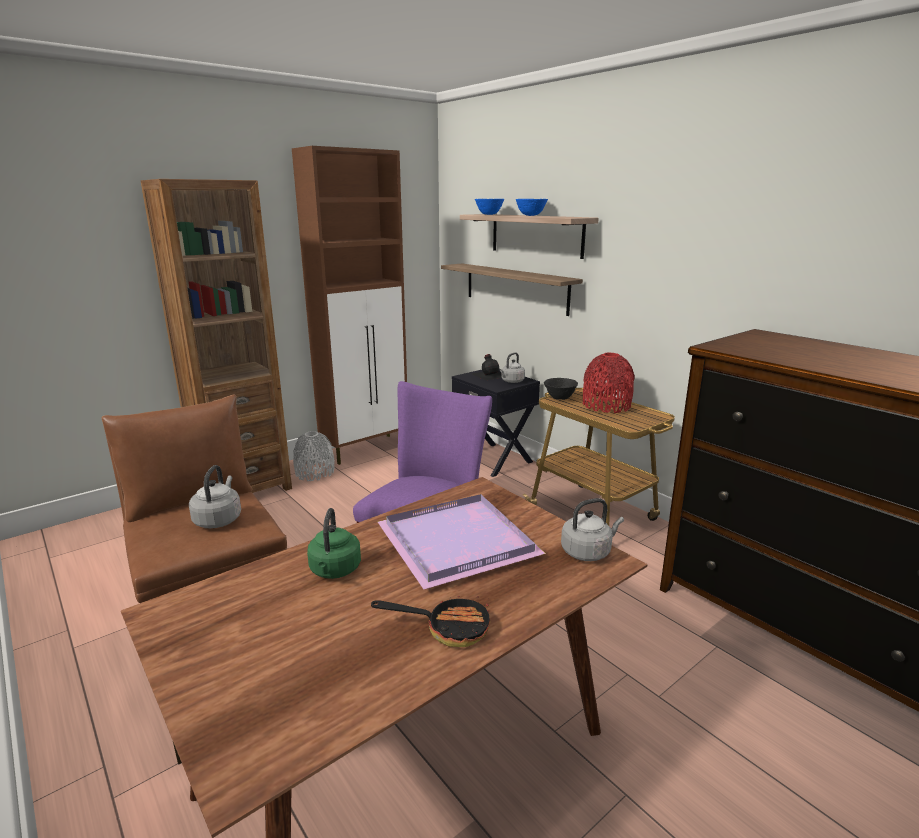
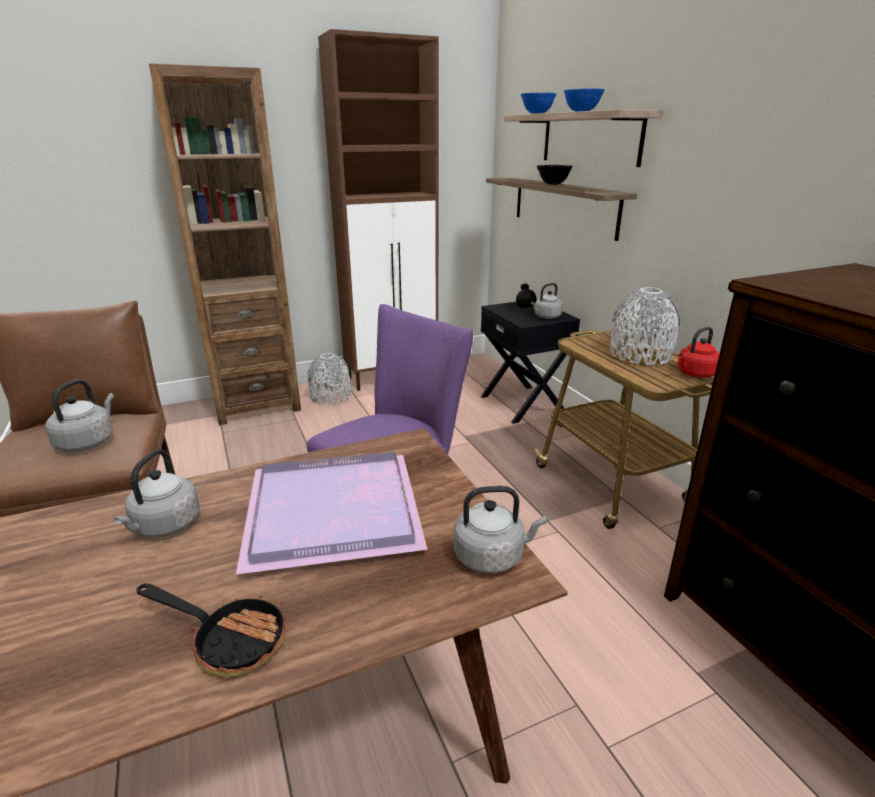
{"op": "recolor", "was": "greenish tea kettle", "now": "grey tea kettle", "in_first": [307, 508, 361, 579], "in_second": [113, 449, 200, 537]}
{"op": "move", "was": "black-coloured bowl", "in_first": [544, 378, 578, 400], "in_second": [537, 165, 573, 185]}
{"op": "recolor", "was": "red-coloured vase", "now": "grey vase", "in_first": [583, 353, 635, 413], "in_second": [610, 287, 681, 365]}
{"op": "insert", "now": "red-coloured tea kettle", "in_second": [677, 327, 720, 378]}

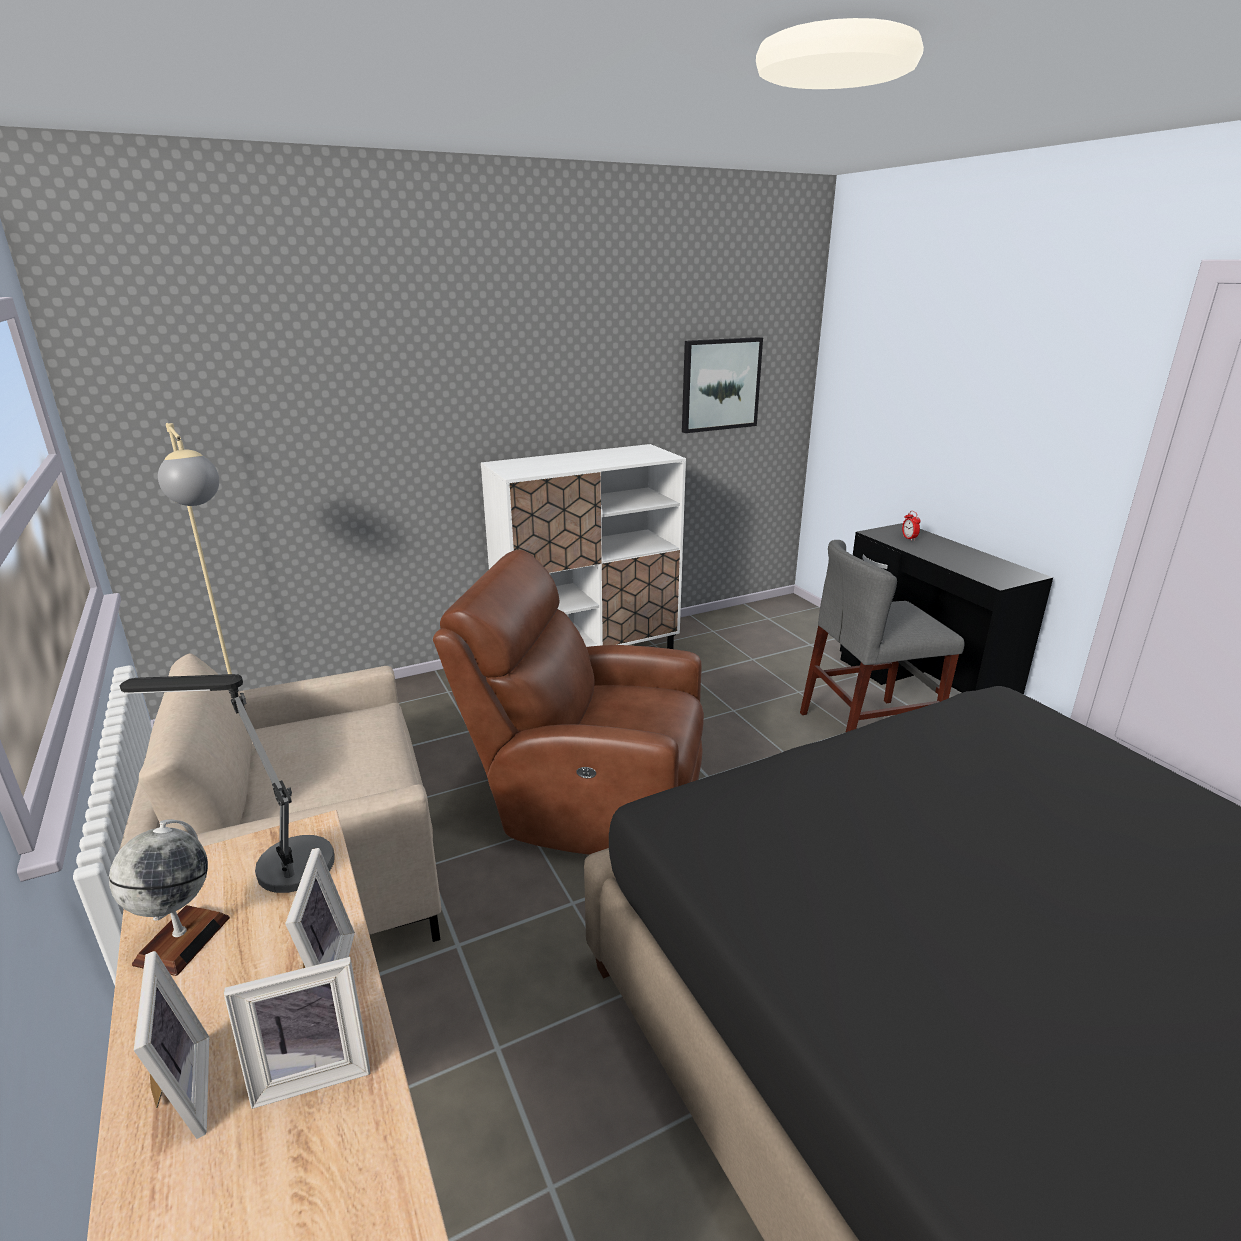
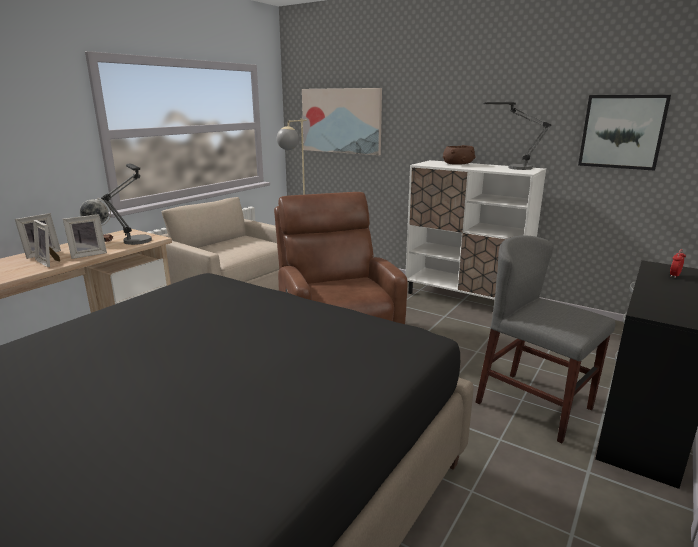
{"op": "insert", "now": "wall picture", "in_second": [302, 88, 382, 155]}
{"op": "insert", "now": "brown-coloured bowl", "in_second": [443, 145, 475, 165]}
{"op": "insert", "now": "lamp for a table", "in_second": [483, 102, 551, 170]}

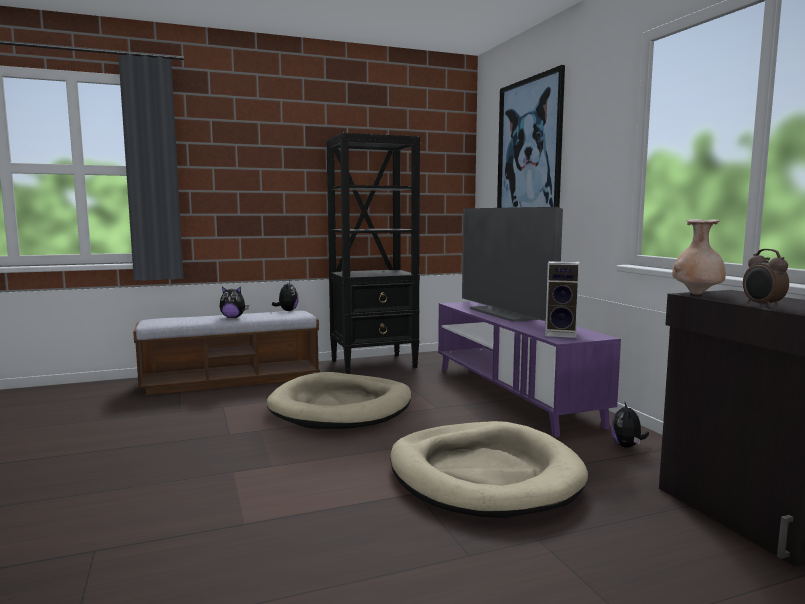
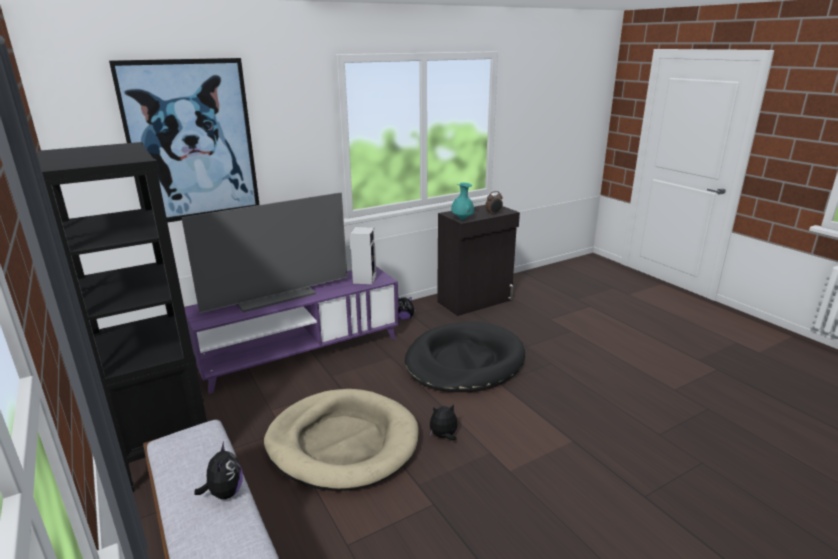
{"op": "move", "was": "cuddly toy", "in_first": [272, 281, 299, 311], "in_second": [430, 404, 458, 440]}
{"op": "recolor", "was": "beige dog cushion", "now": "black-coloured dog cushion", "in_first": [390, 421, 588, 518], "in_second": [405, 322, 525, 392]}
{"op": "recolor", "was": "beige vase", "now": "turquoise vase", "in_first": [672, 219, 726, 295], "in_second": [451, 182, 474, 220]}

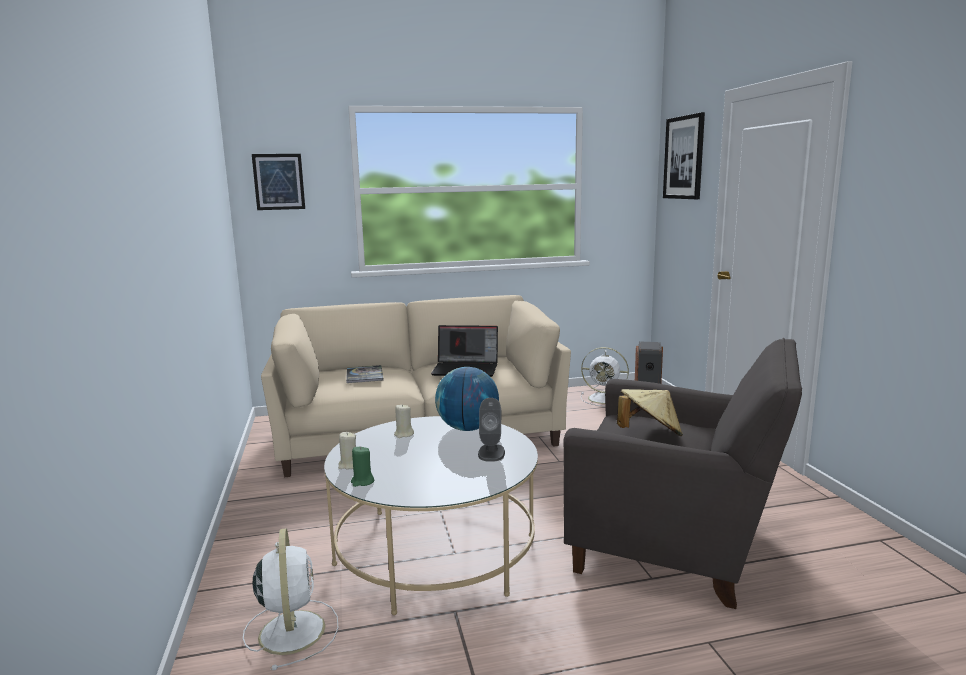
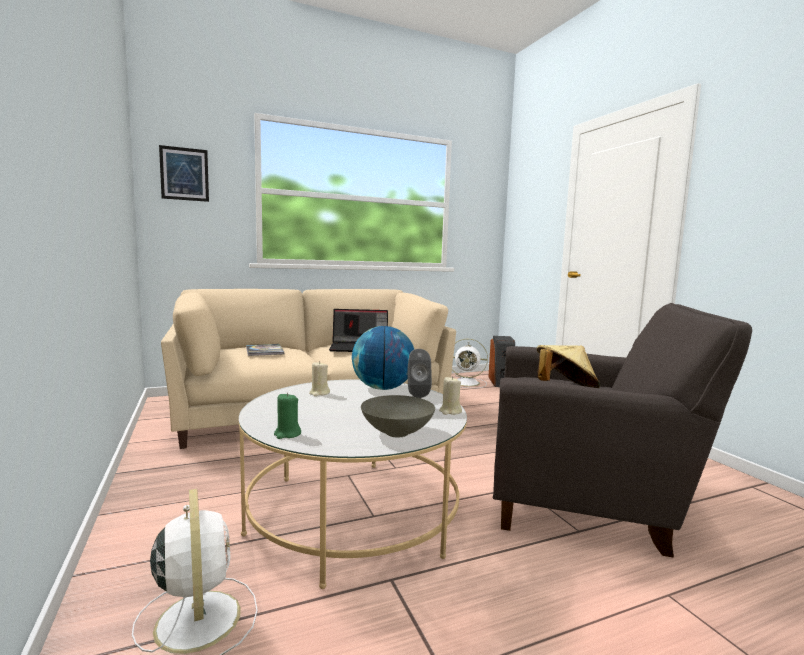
{"op": "move", "was": "beige wax light", "in_first": [338, 432, 356, 469], "in_second": [439, 376, 462, 415]}
{"op": "delete", "was": "wall picture", "in_first": [663, 112, 705, 199]}
{"op": "insert", "now": "grey bowl", "in_second": [361, 395, 435, 438]}

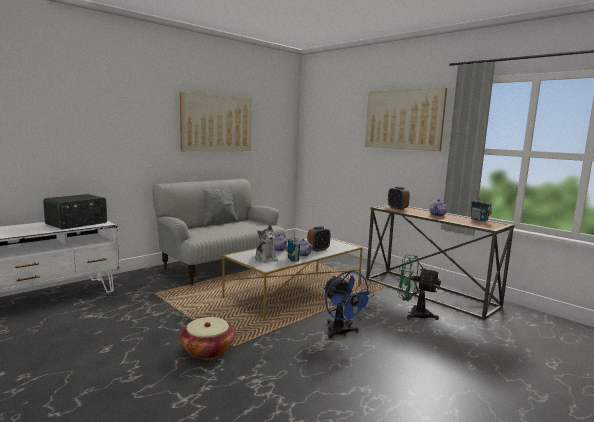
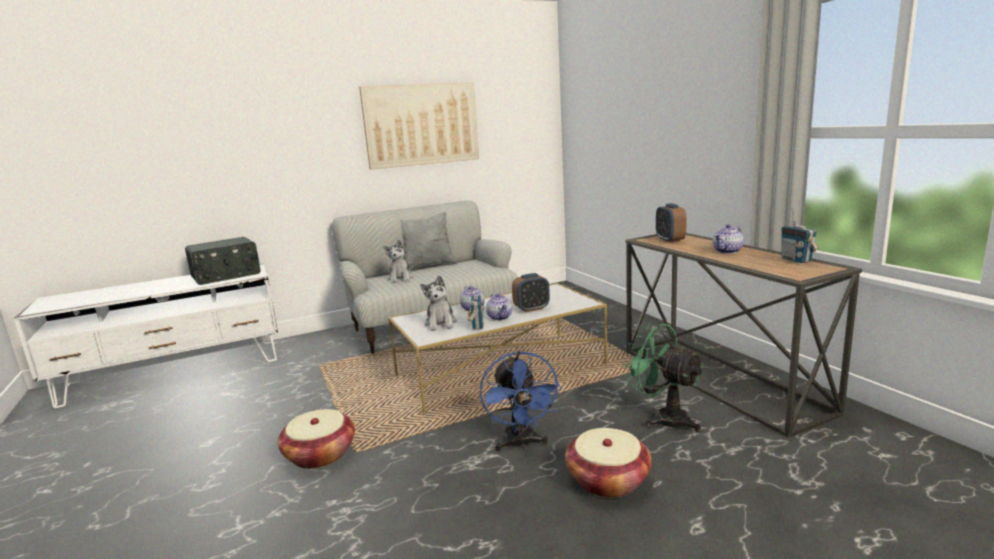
{"op": "delete", "was": "wall picture", "in_first": [365, 88, 447, 151]}
{"op": "insert", "now": "cuddly toy", "in_second": [384, 240, 414, 283]}
{"op": "insert", "now": "storage basket", "in_second": [565, 428, 652, 498]}

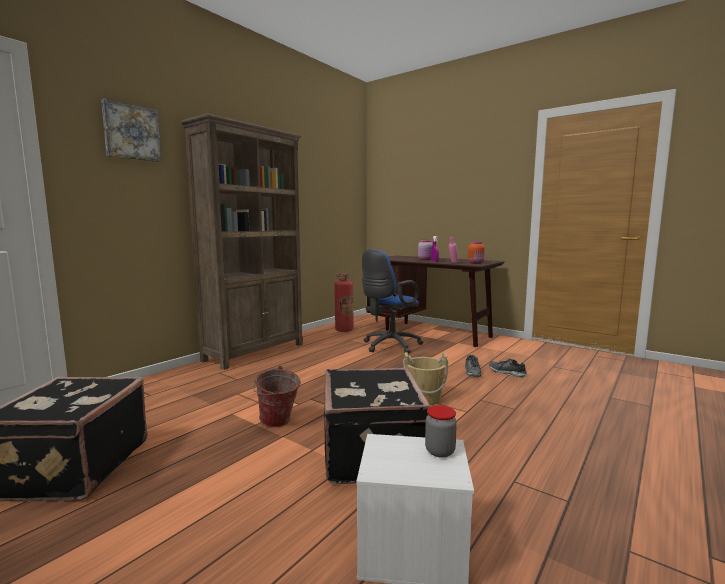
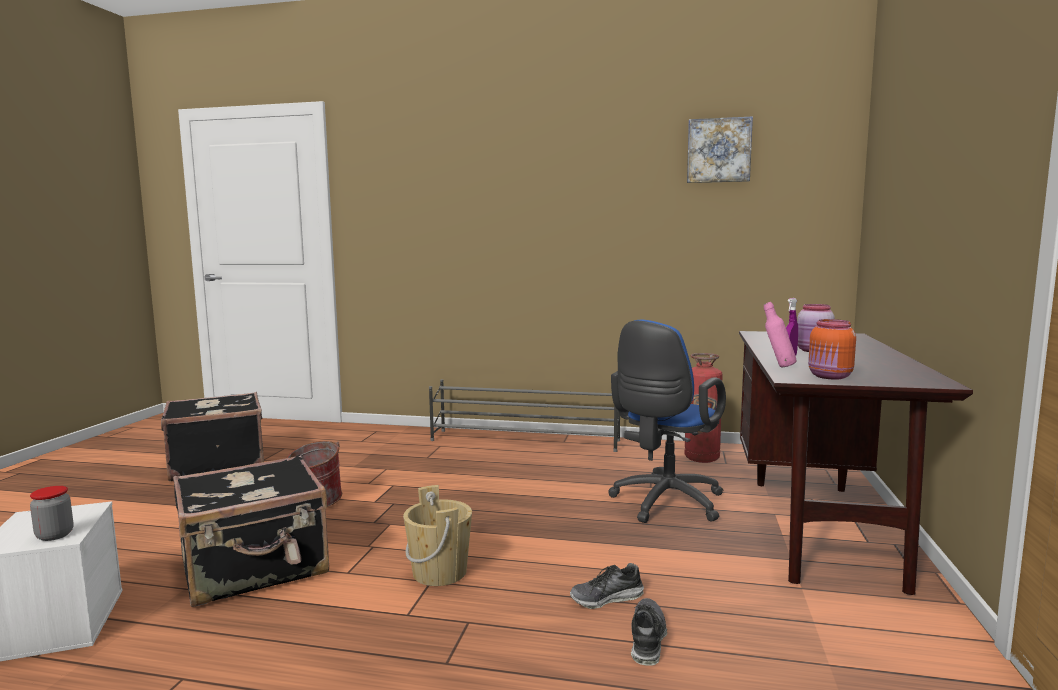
{"op": "move", "was": "wall picture", "in_first": [101, 99, 162, 162], "in_second": [687, 116, 753, 183]}
{"op": "replace", "was": "brown-coloured bookcase", "now": "grey shoe stand", "in_first": [181, 113, 303, 370], "in_second": [429, 379, 620, 452]}
{"op": "rotate", "was": "blue-coloured office chair", "in_first": [362, 249, 424, 354], "in_second": [608, 320, 726, 523], "clockwise": -75}

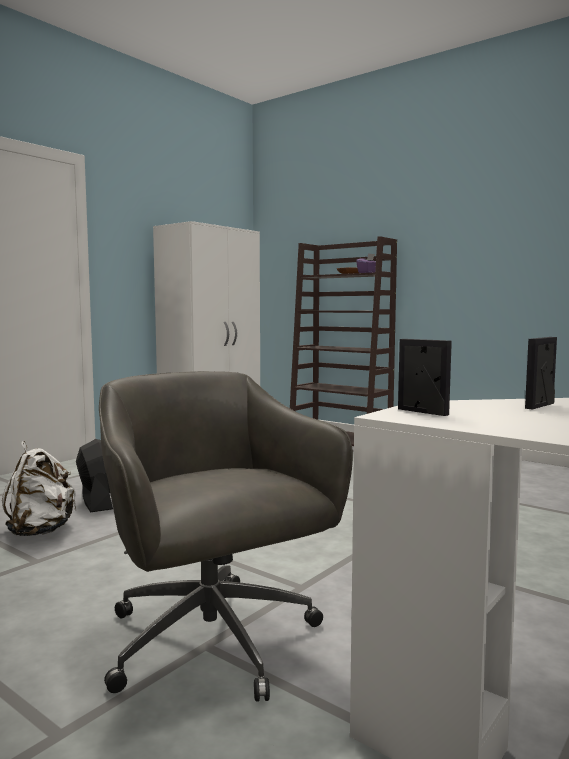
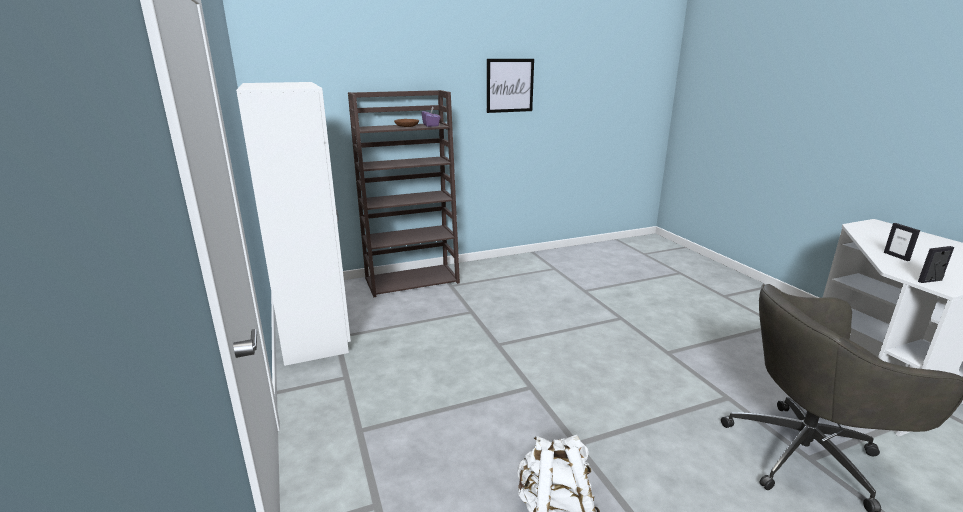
{"op": "delete", "was": "black-coloured electric fan", "in_first": [76, 439, 113, 512]}
{"op": "insert", "now": "wall picture", "in_second": [487, 59, 534, 113]}

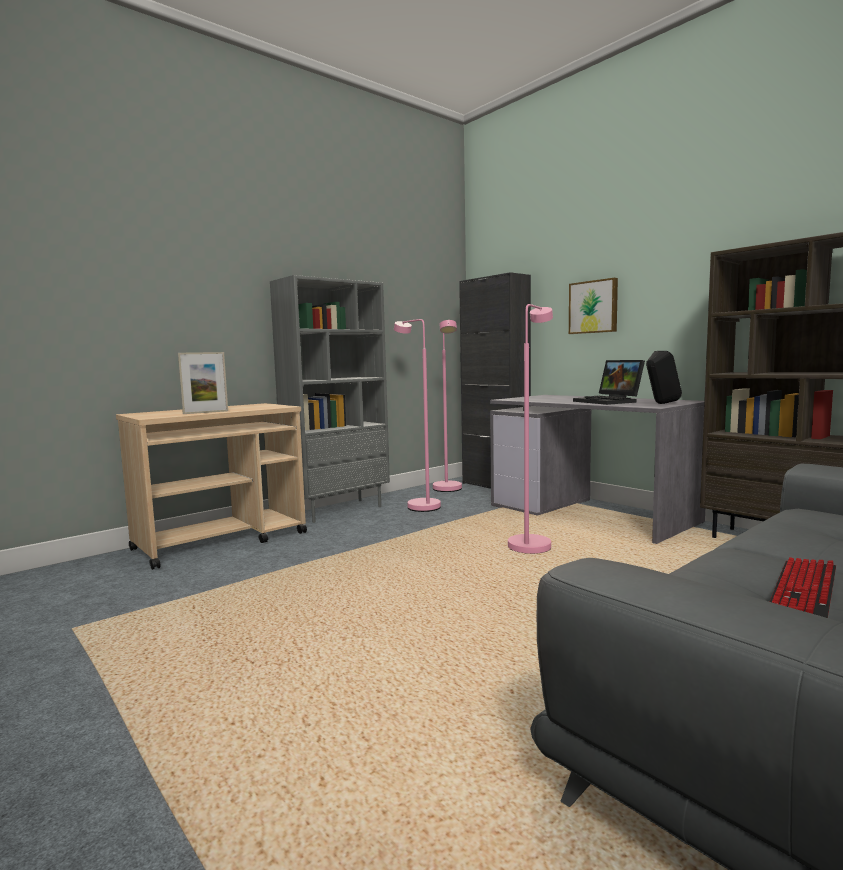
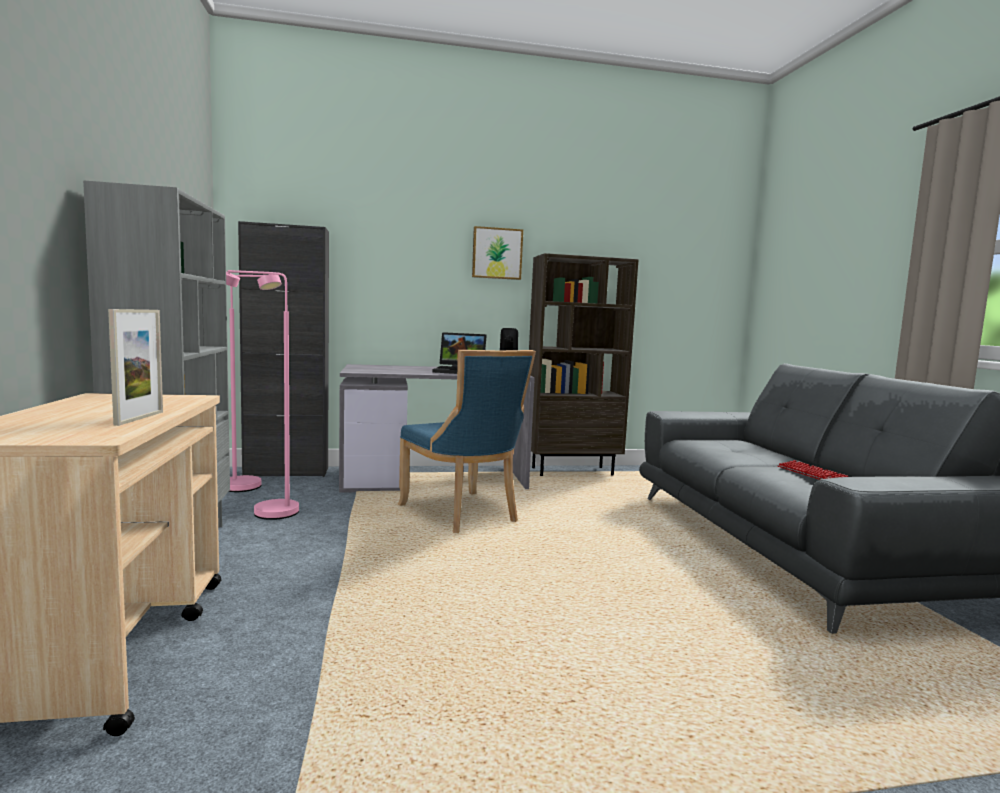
{"op": "replace", "was": "pinkish floor lamp", "now": "blue-coloured chair", "in_first": [508, 304, 553, 554], "in_second": [398, 350, 536, 533]}
{"op": "move", "was": "wall picture", "in_first": [569, 278, 618, 334], "in_second": [472, 226, 523, 280]}

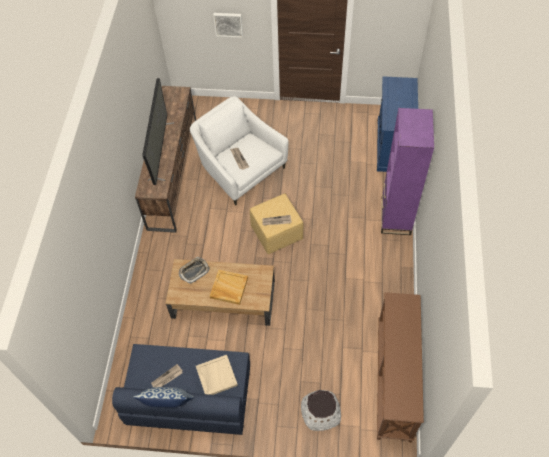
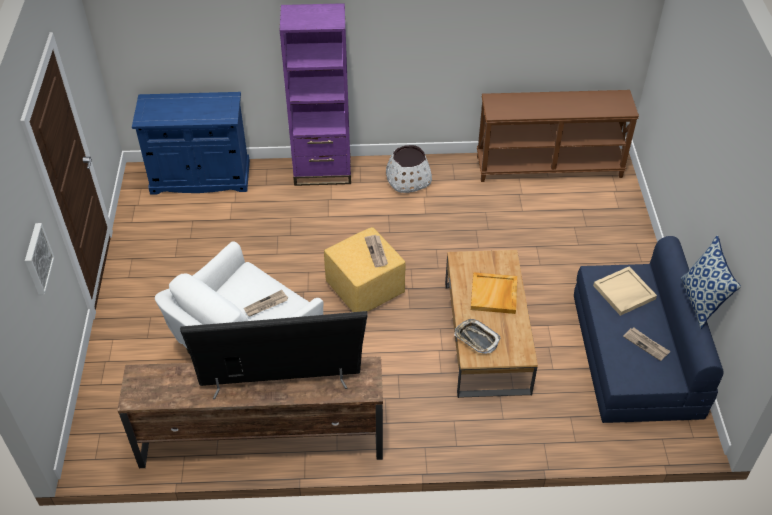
{"op": "move", "was": "white plant pot", "in_first": [301, 390, 341, 431], "in_second": [386, 145, 432, 193]}

